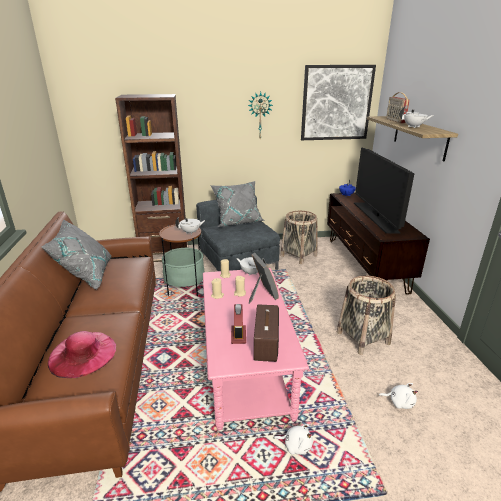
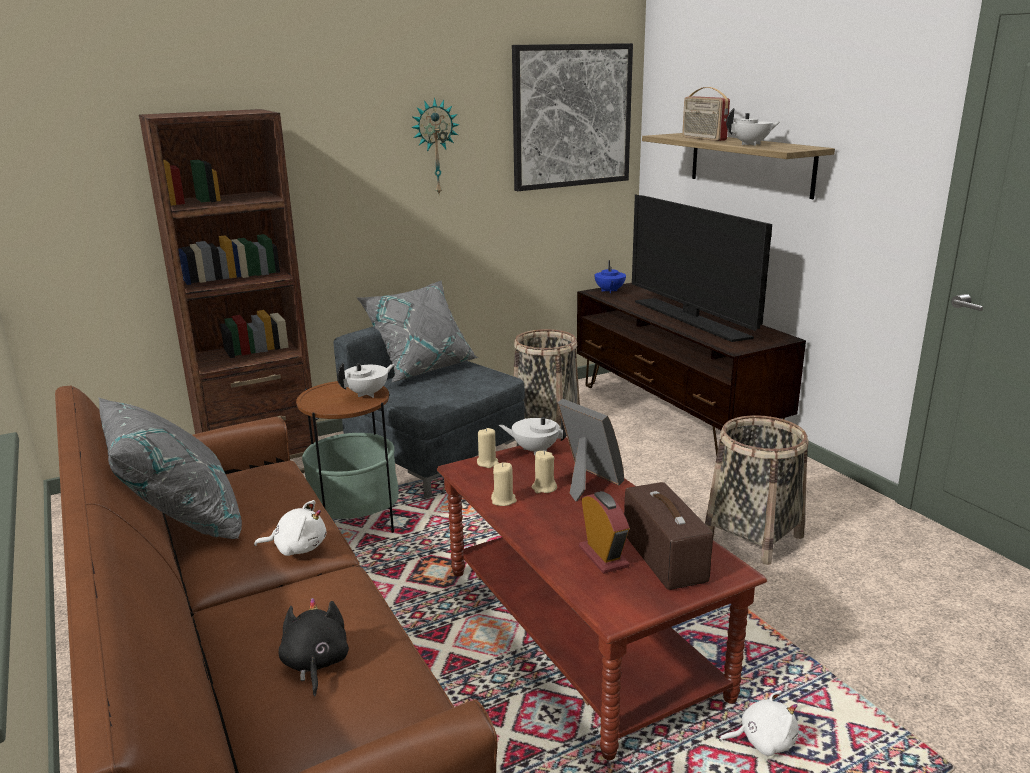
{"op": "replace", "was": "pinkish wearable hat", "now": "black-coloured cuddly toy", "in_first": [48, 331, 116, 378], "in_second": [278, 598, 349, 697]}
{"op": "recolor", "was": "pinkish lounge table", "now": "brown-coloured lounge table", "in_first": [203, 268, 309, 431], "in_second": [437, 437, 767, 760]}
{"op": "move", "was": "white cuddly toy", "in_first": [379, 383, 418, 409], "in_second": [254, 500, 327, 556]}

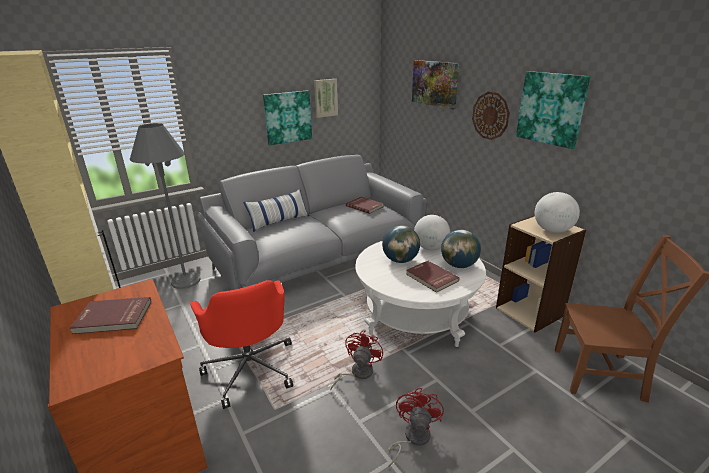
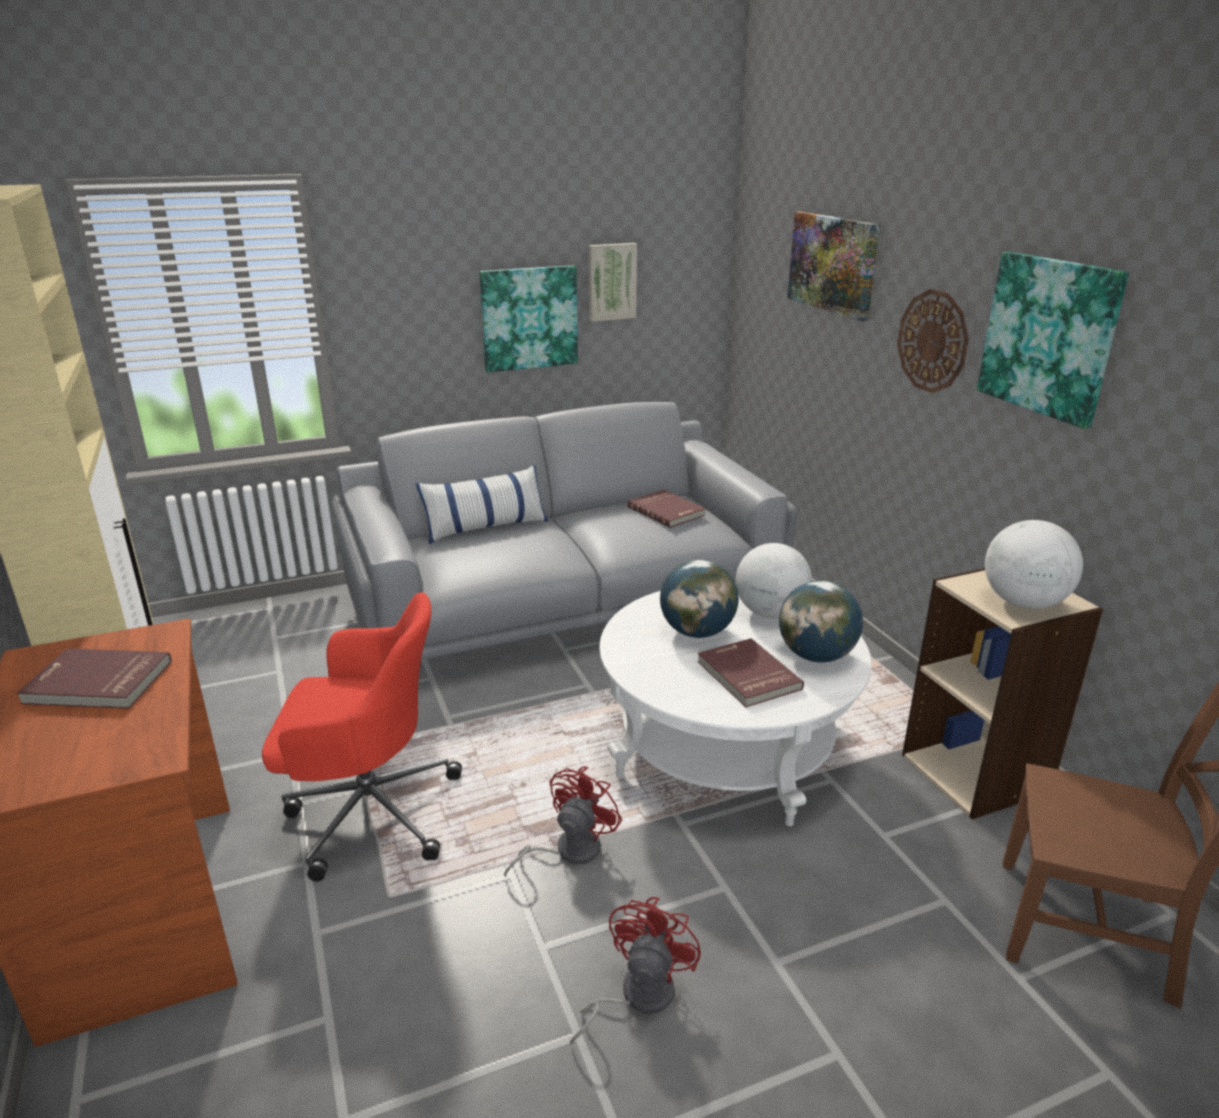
{"op": "delete", "was": "grey floor lamp", "in_first": [130, 123, 201, 289]}
{"op": "rotate", "was": "red-coloured office chair", "in_first": [190, 280, 293, 409], "in_second": [262, 592, 462, 881], "clockwise": -75}

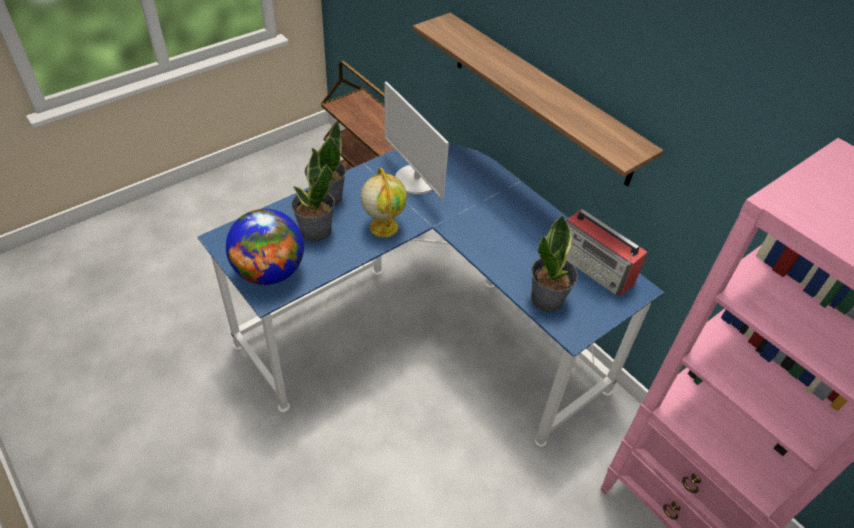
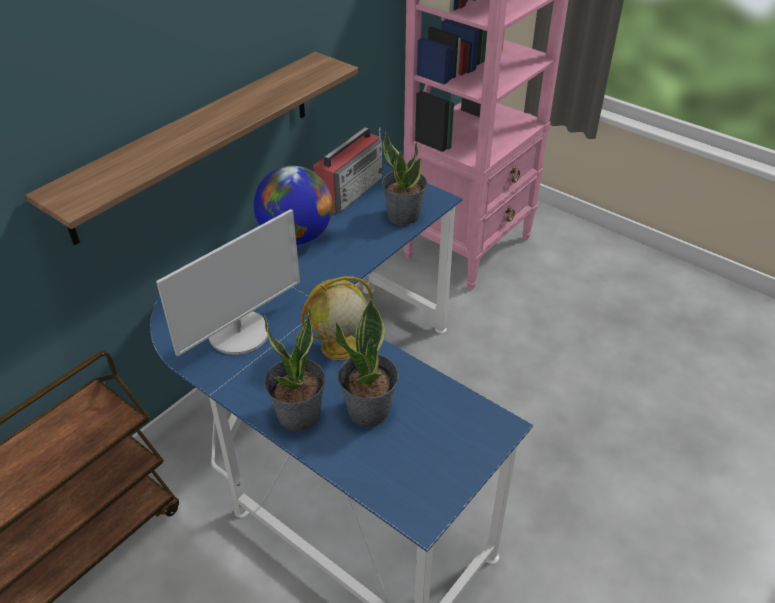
{"op": "move", "was": "globe", "in_first": [226, 209, 304, 285], "in_second": [254, 166, 333, 245]}

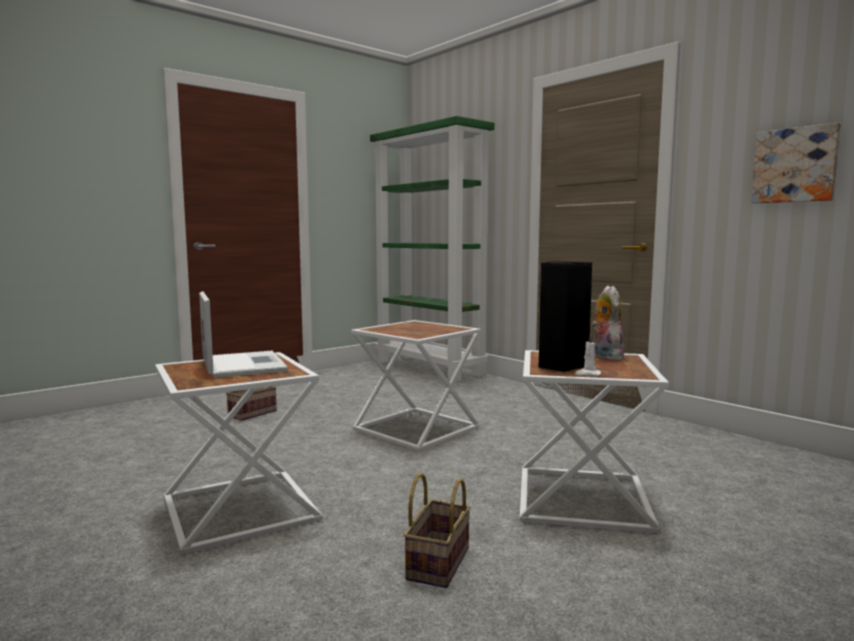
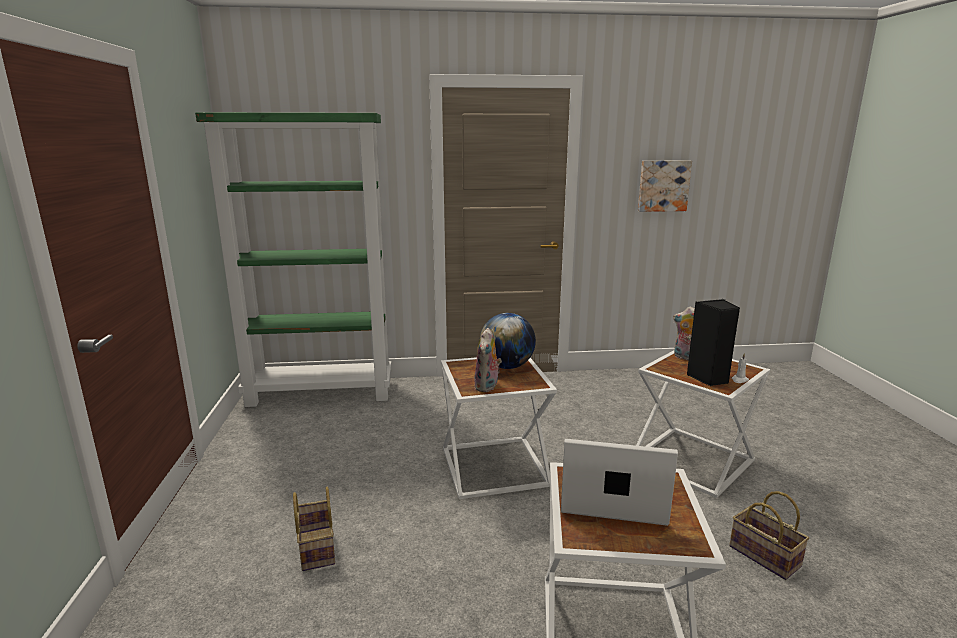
{"op": "insert", "now": "cuddly toy", "in_second": [474, 328, 502, 392]}
{"op": "insert", "now": "globe", "in_second": [480, 313, 536, 369]}

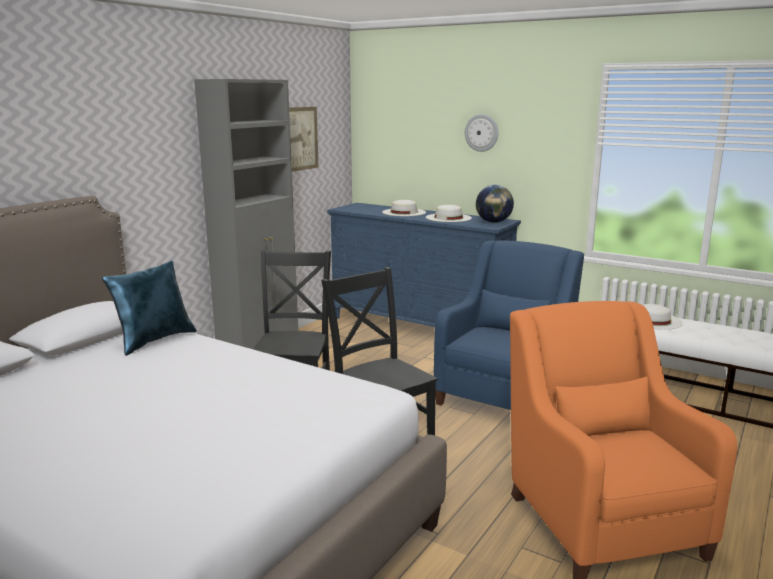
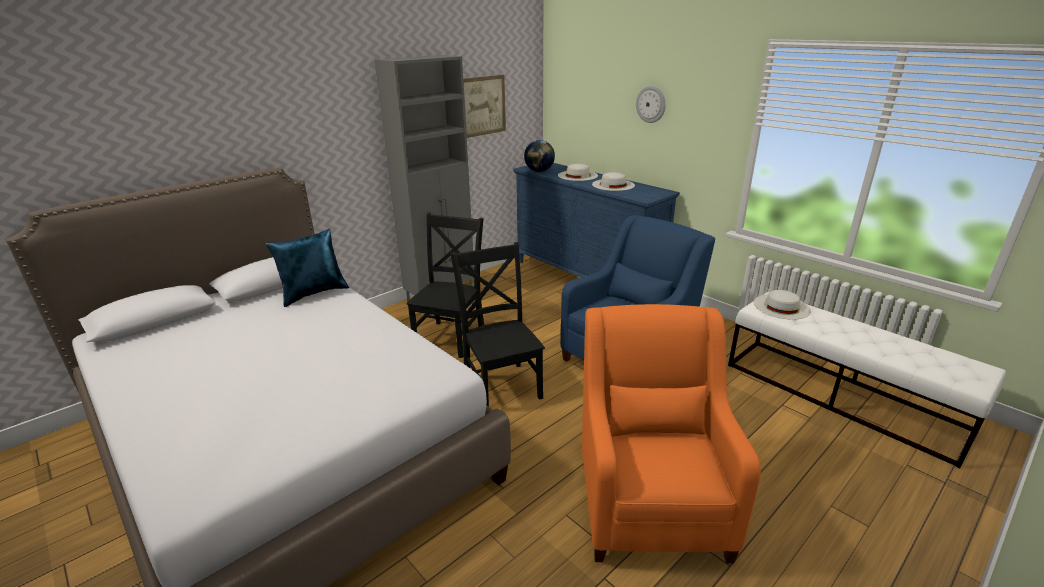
{"op": "move", "was": "globe", "in_first": [476, 185, 514, 223], "in_second": [524, 140, 555, 172]}

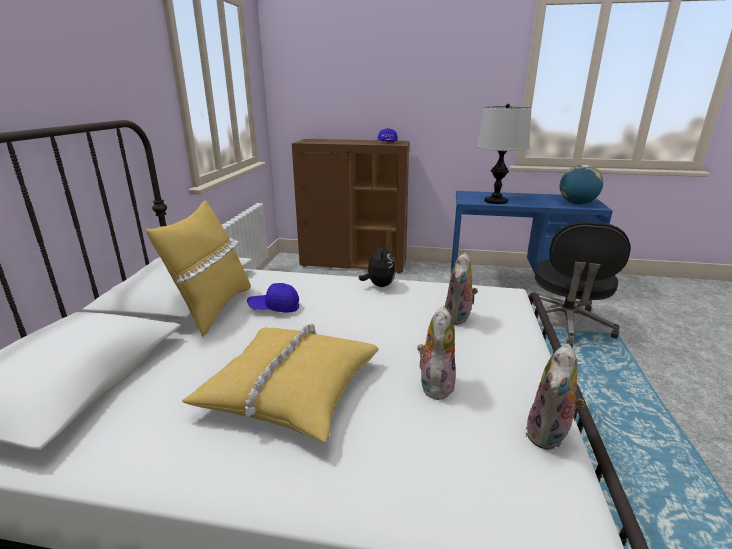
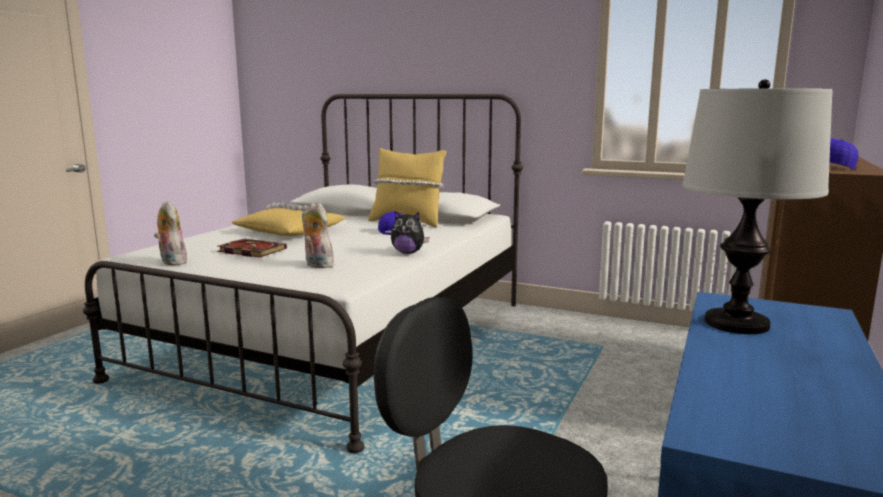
{"op": "replace", "was": "cuddly toy", "now": "bound book", "in_first": [417, 306, 456, 400], "in_second": [217, 239, 287, 257]}
{"op": "delete", "was": "globe", "in_first": [560, 165, 603, 205]}

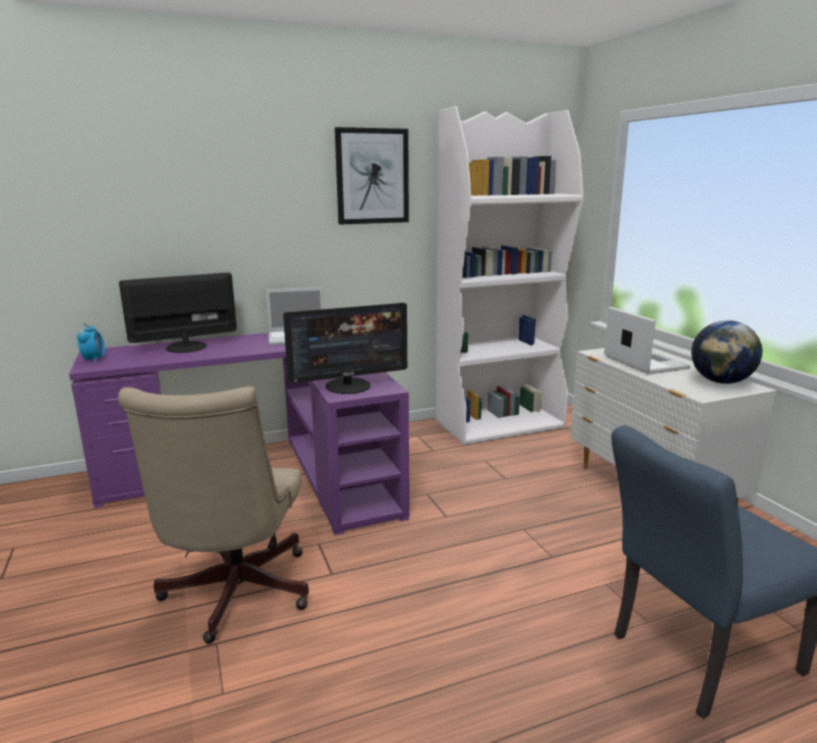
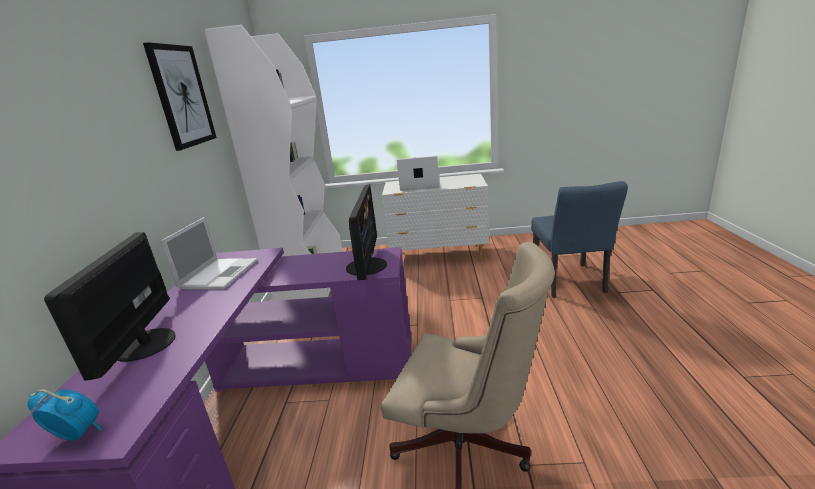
{"op": "delete", "was": "globe", "in_first": [691, 320, 762, 384]}

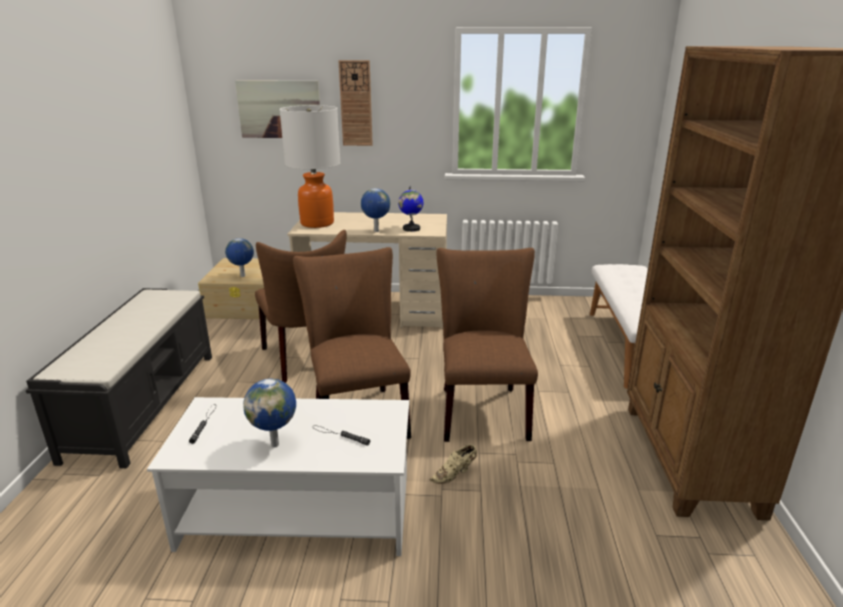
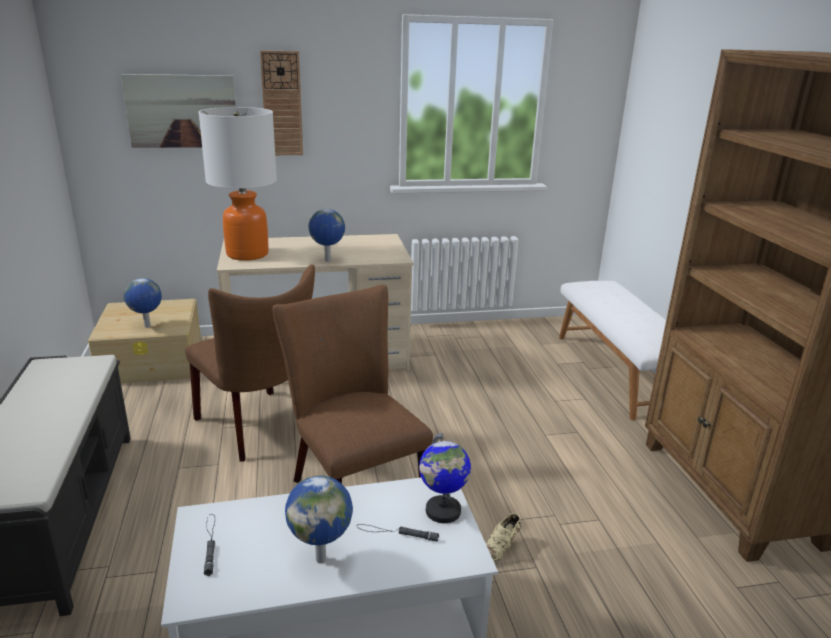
{"op": "move", "was": "globe", "in_first": [398, 186, 423, 232], "in_second": [419, 433, 471, 523]}
{"op": "delete", "was": "brown-coloured chair", "in_first": [437, 248, 538, 442]}

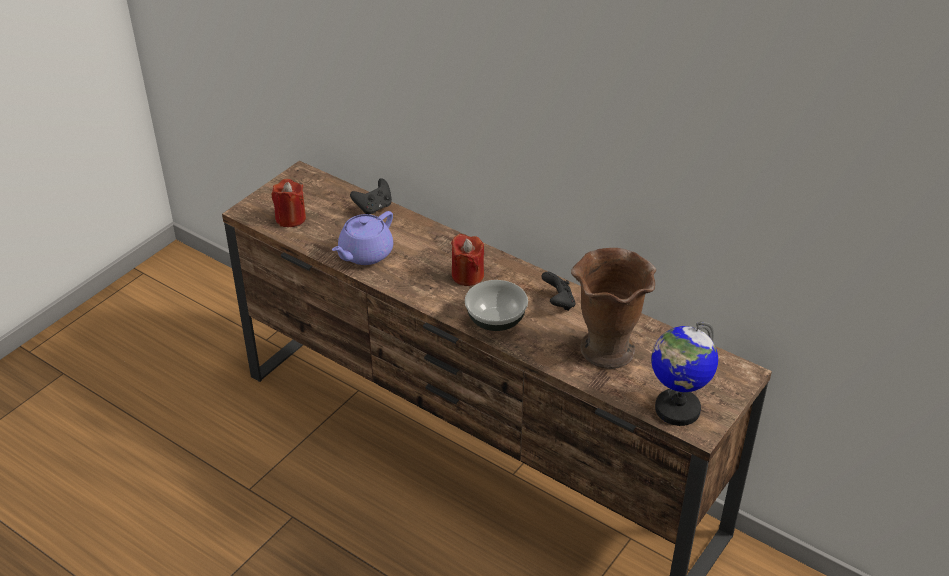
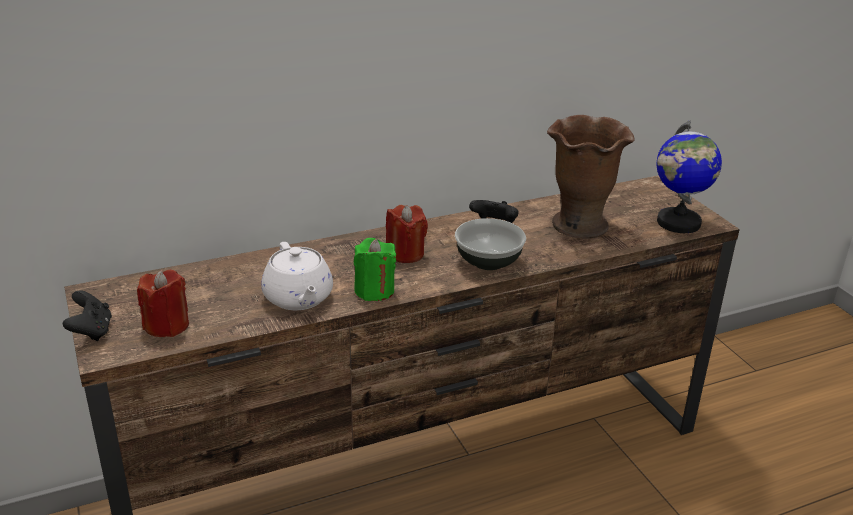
{"op": "recolor", "was": "purple pot for tea", "now": "white pot for tea", "in_first": [332, 211, 393, 265], "in_second": [261, 242, 333, 310]}
{"op": "move", "was": "black-coloured joypad", "in_first": [350, 178, 392, 214], "in_second": [63, 291, 112, 341]}
{"op": "insert", "now": "greenish wax light", "in_second": [354, 238, 396, 301]}

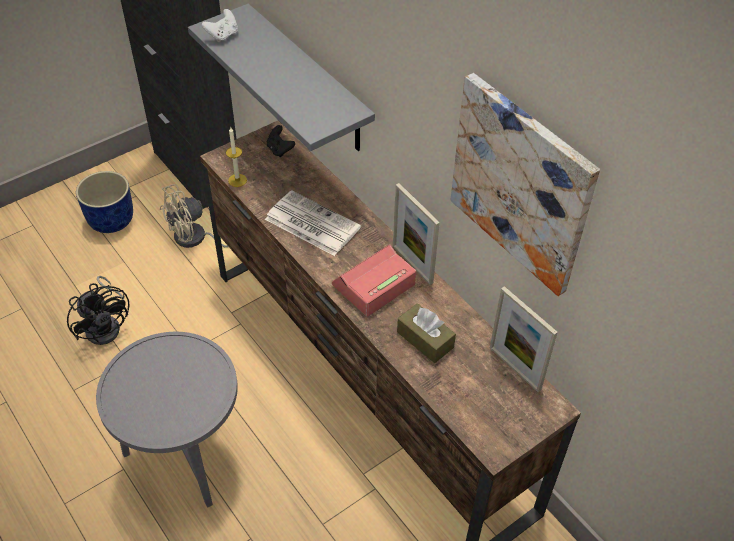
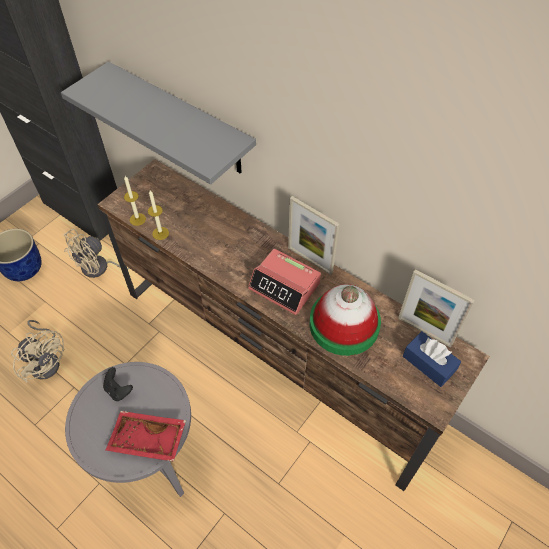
{"op": "recolor", "was": "black-coloured electric fan", "now": "beige electric fan", "in_first": [67, 276, 130, 345], "in_second": [11, 320, 64, 383]}
{"op": "delete", "was": "white joypad", "in_first": [202, 9, 238, 42]}
{"op": "delete", "was": "printed paper", "in_first": [265, 190, 361, 256]}
{"op": "move", "was": "black-coloured joypad", "in_first": [267, 125, 295, 157], "in_second": [103, 367, 133, 401]}
{"op": "rotate", "was": "table clock", "in_first": [332, 244, 416, 316], "in_second": [248, 249, 321, 315], "clockwise": -90}
{"op": "replace", "was": "brown-coloured tissue box", "now": "wearable hat", "in_first": [397, 303, 456, 363], "in_second": [310, 284, 381, 356]}
{"op": "delete", "was": "wall picture", "in_first": [451, 73, 600, 296]}
{"op": "insert", "now": "red-coloured serving tray", "in_second": [106, 411, 186, 462]}
{"op": "insert", "now": "wax light", "in_second": [148, 190, 169, 240]}
{"op": "insert", "now": "blue-coloured tissue box", "in_second": [403, 331, 461, 387]}

